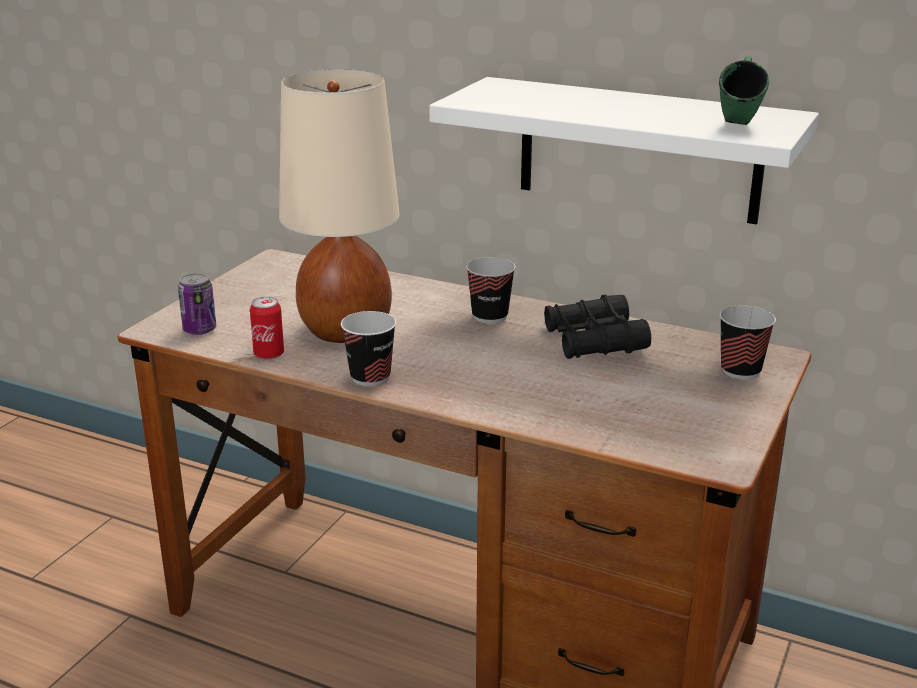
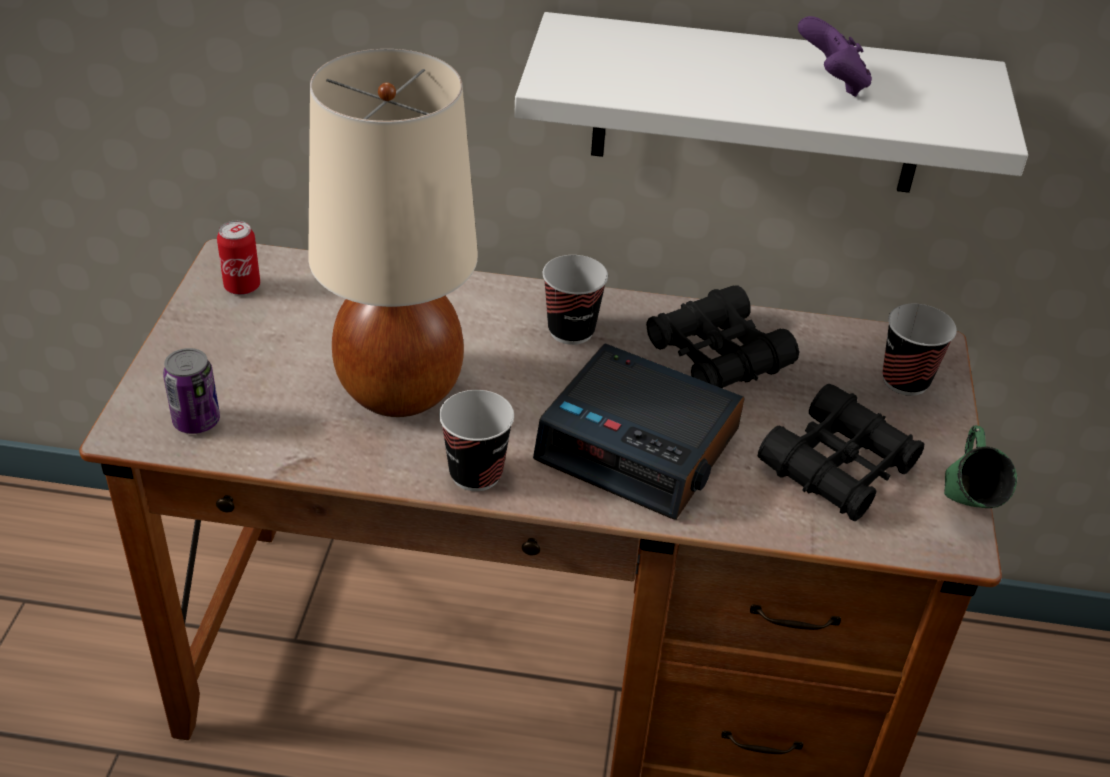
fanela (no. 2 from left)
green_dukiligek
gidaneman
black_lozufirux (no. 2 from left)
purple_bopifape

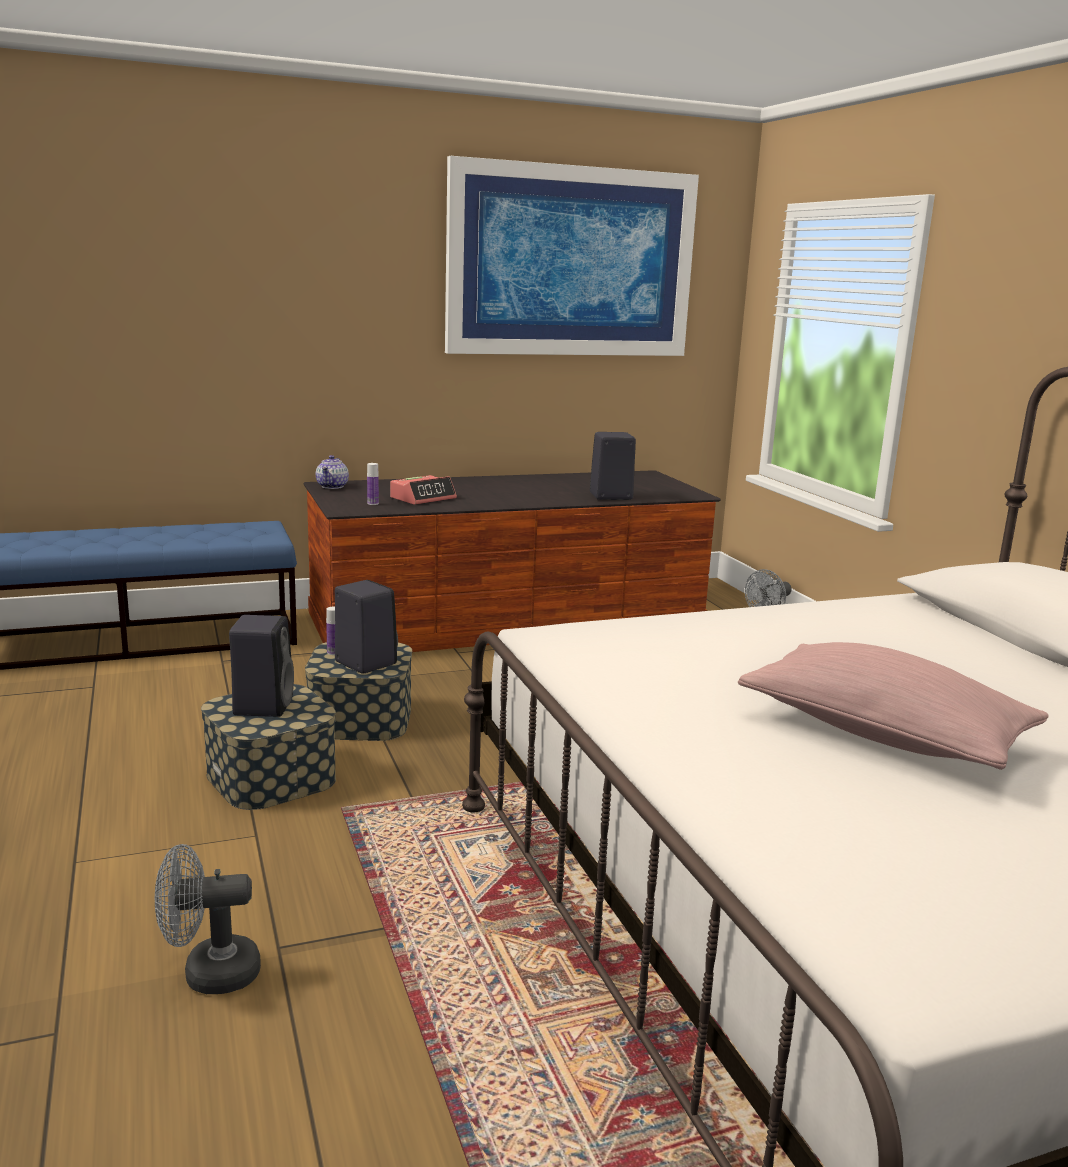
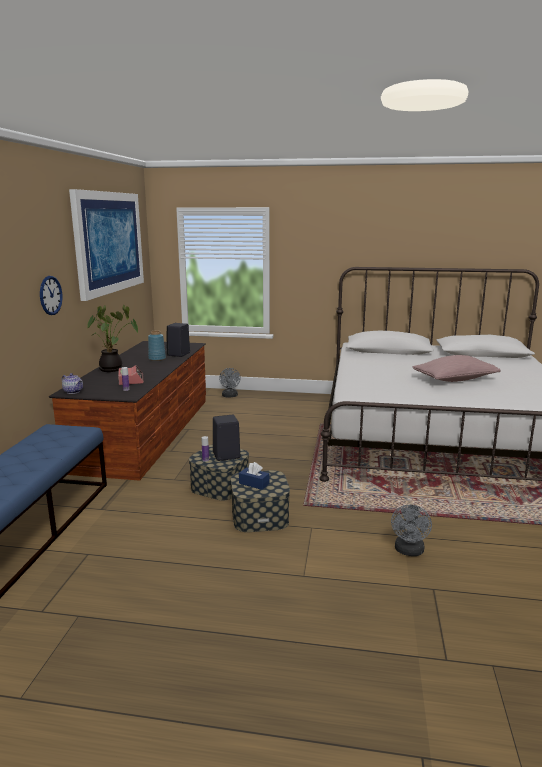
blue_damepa
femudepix
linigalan
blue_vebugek

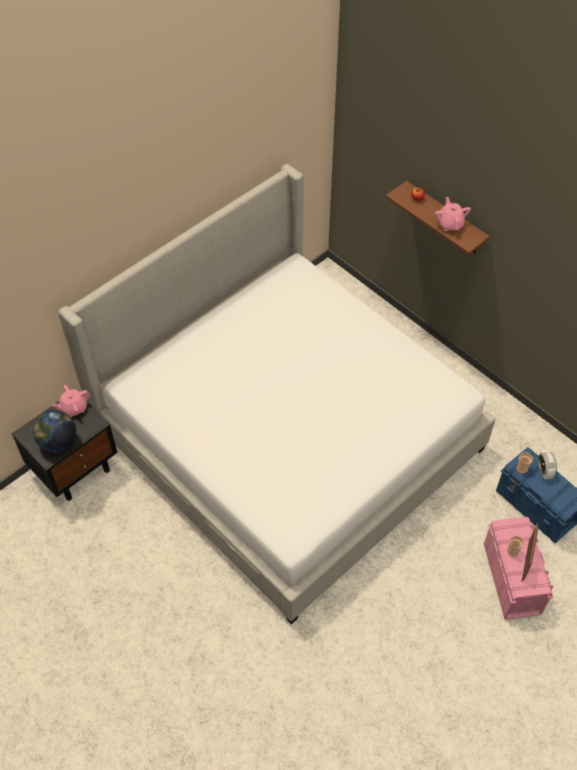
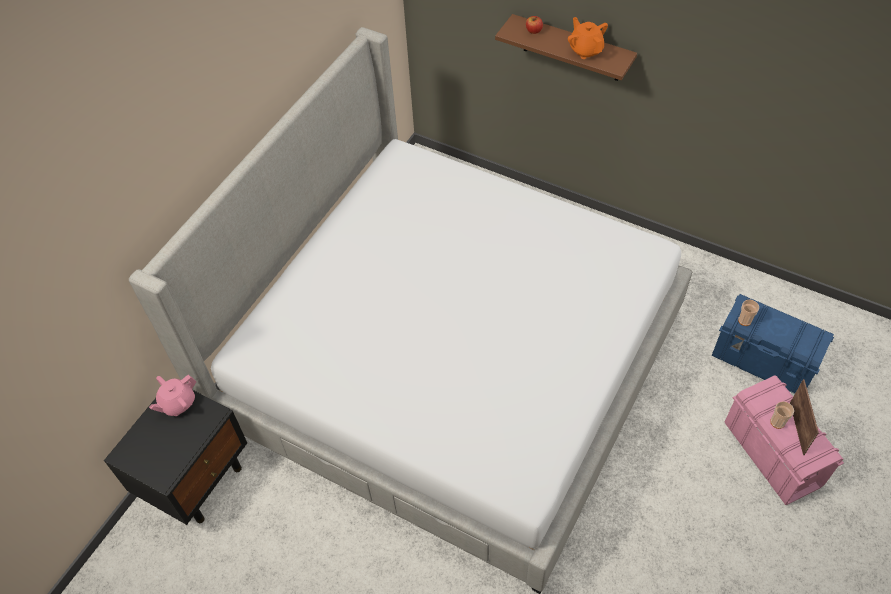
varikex
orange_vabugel
gidaneman

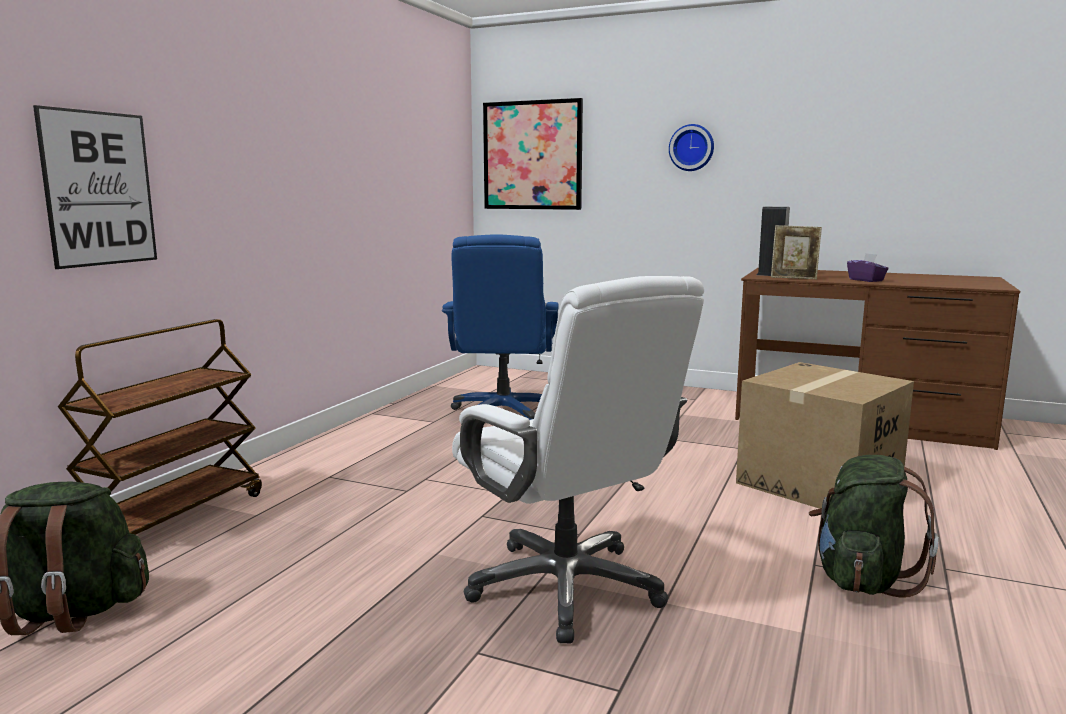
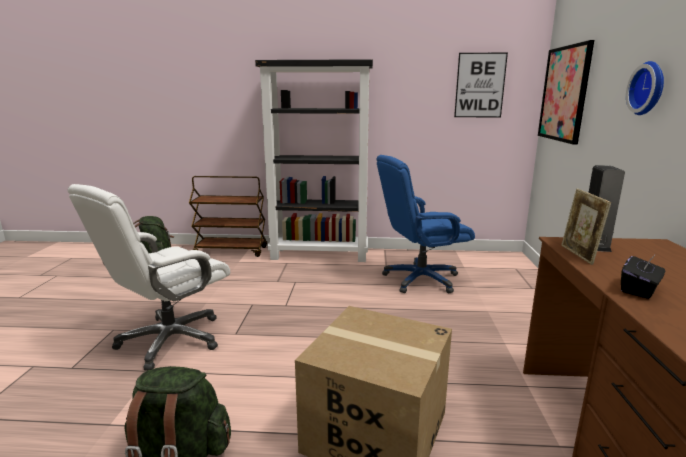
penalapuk (no. 1 from left)
black_damepa
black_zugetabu

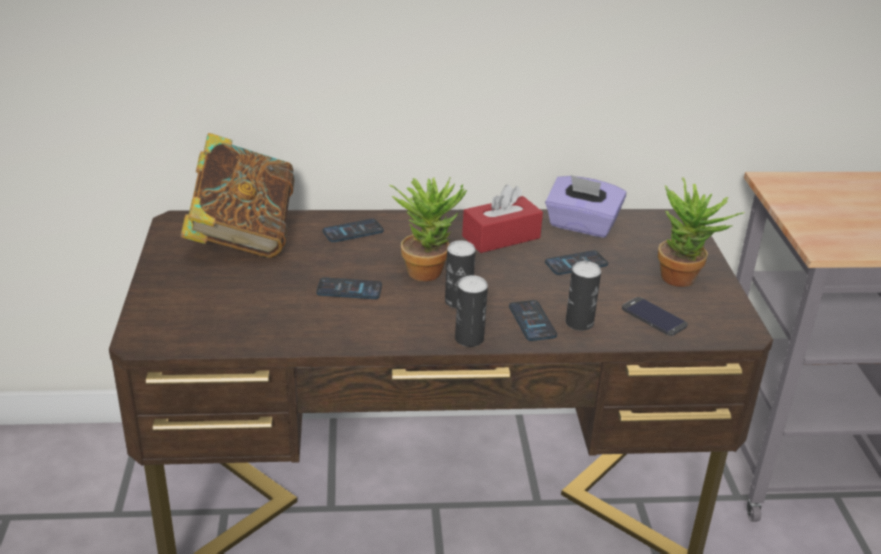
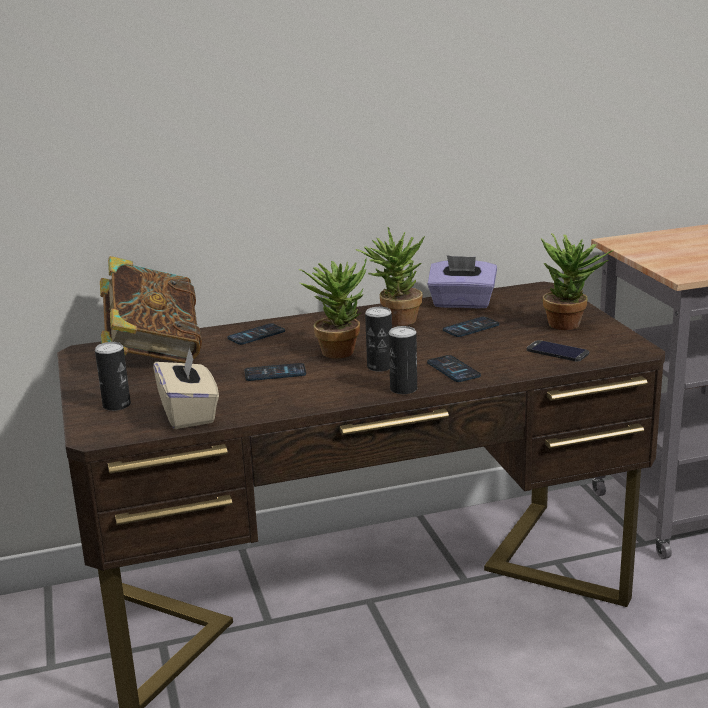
linigalan (no. 2 from left)
fanela (no. 1 from left)
beige_damepa

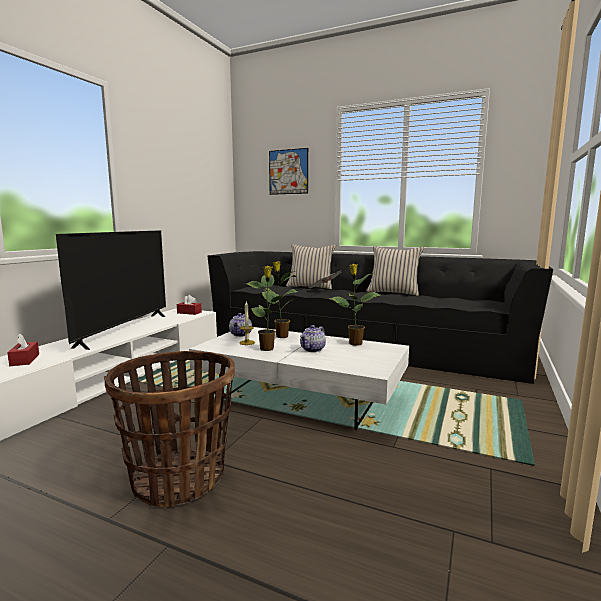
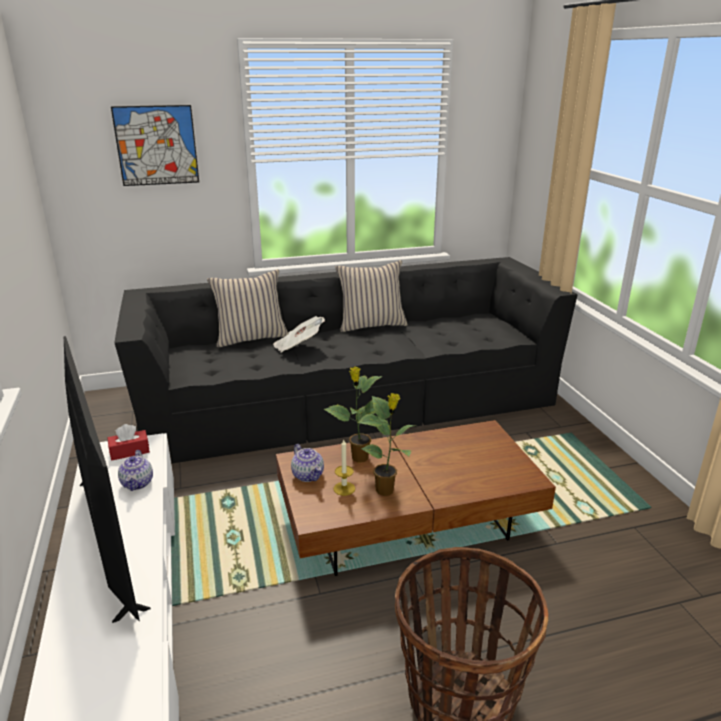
red_damepa (no. 1 from left in the first image)
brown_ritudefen
vabugel (no. 1 from left)
linigalan (no. 3 from left in the first image)

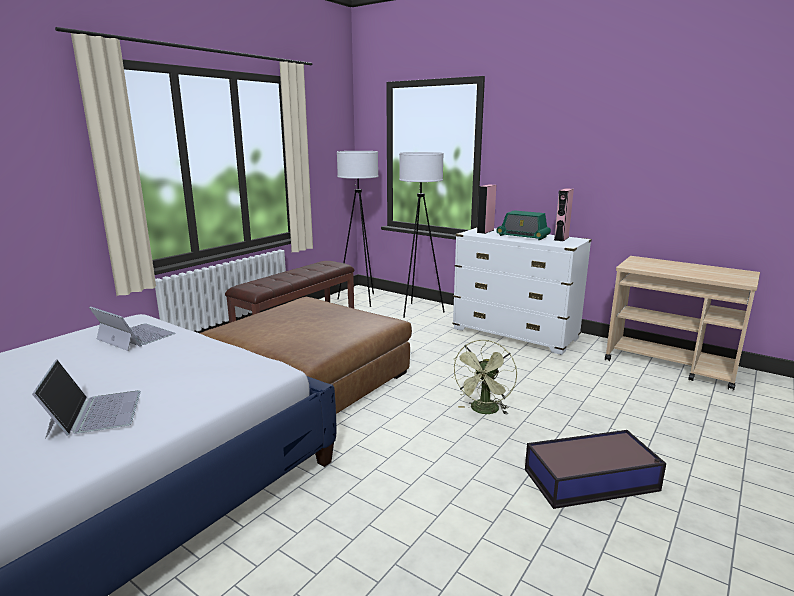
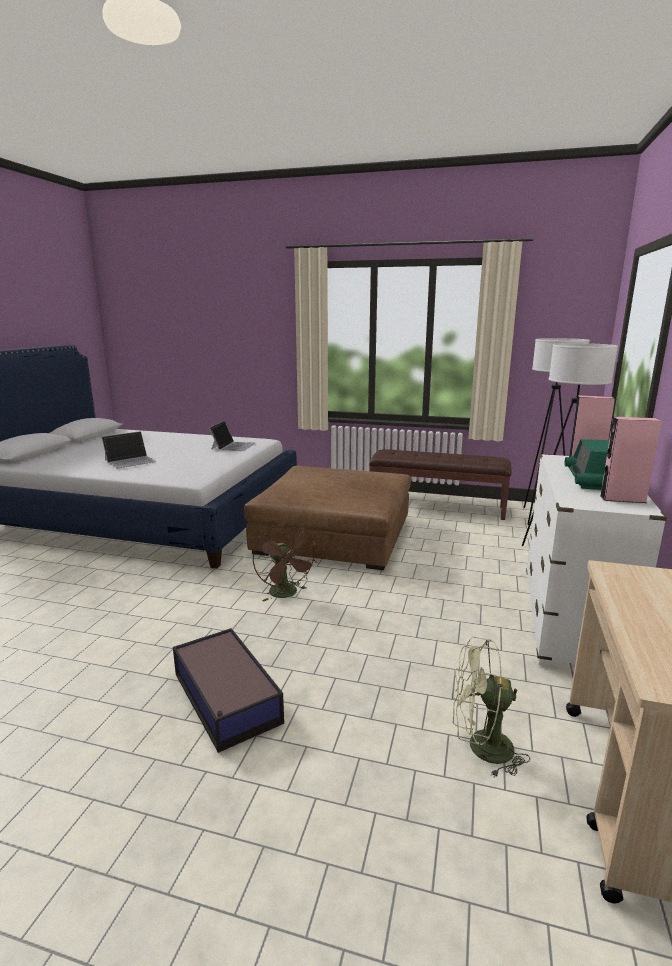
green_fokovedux
brown_fokovedux

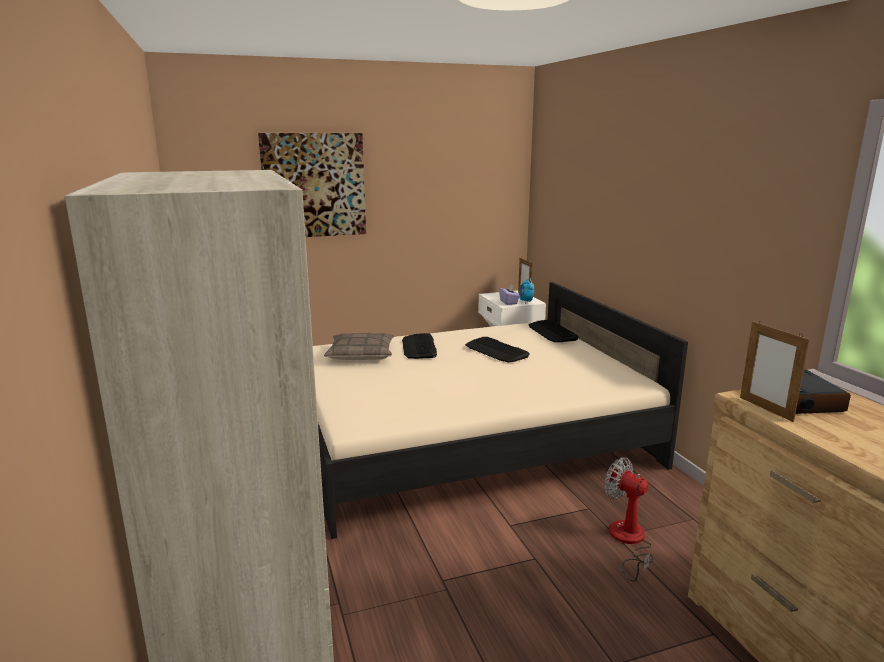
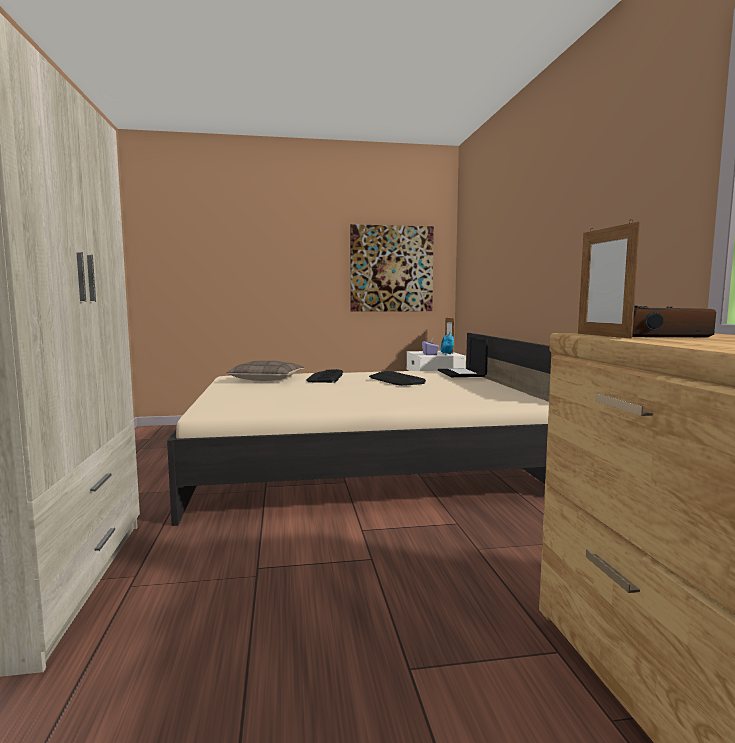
penalapuk
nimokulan
fokovedux

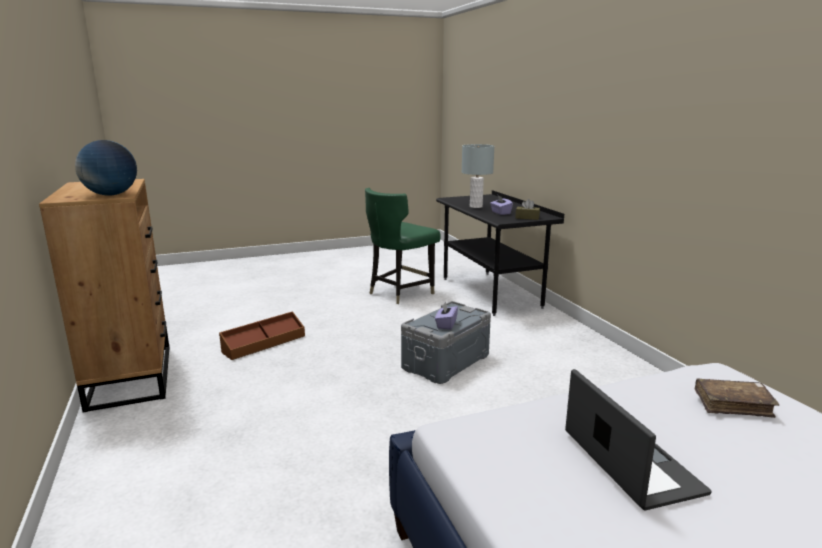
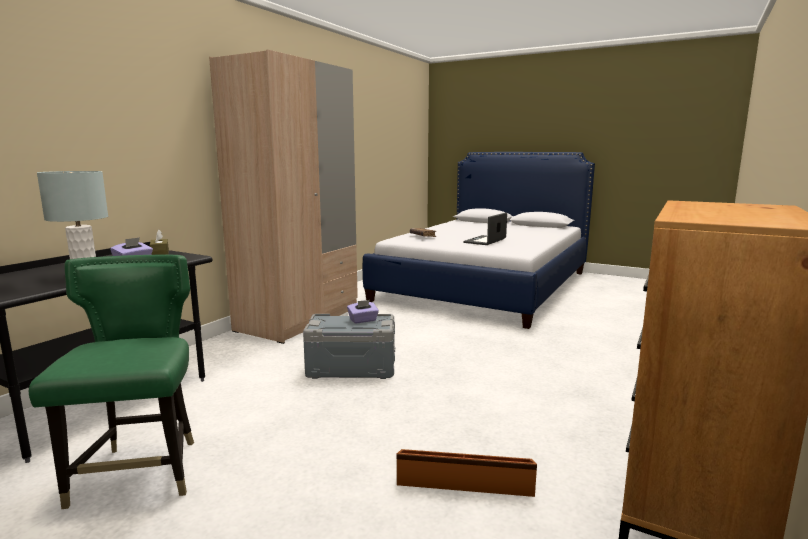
varikex
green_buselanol
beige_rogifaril

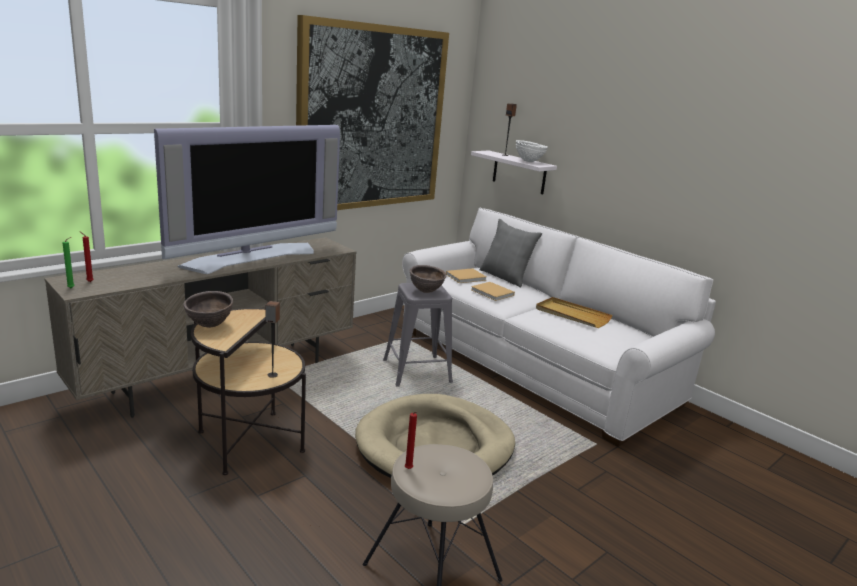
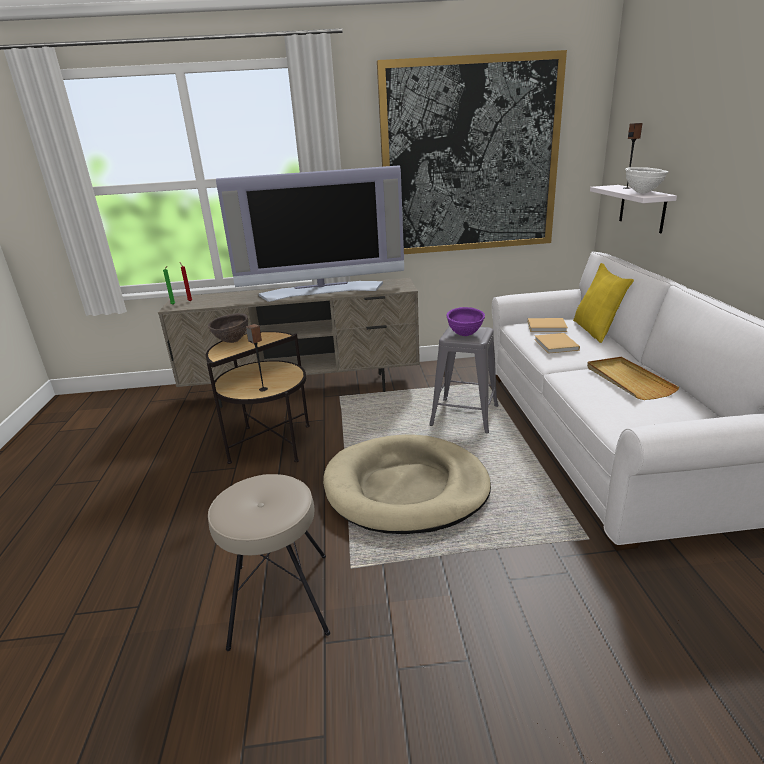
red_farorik (no. 2 from left in the first image)
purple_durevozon
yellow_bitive

